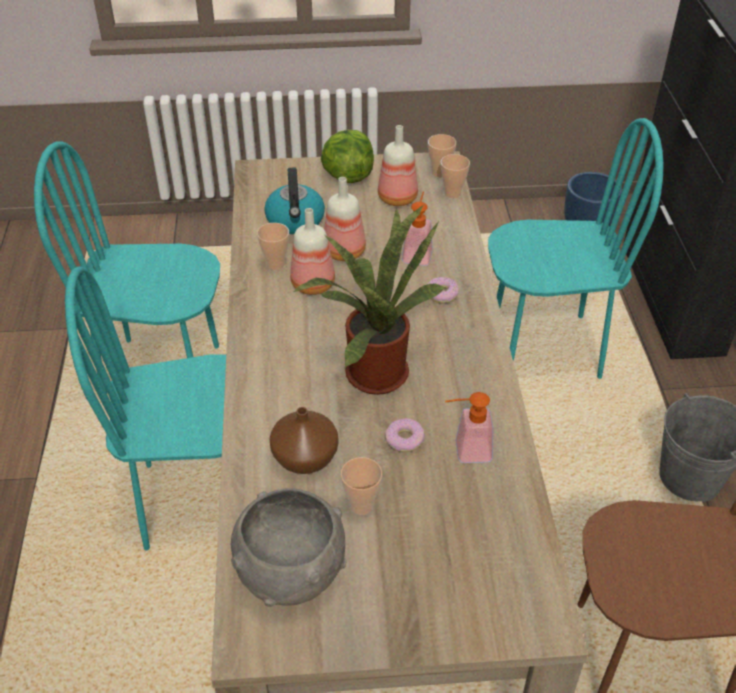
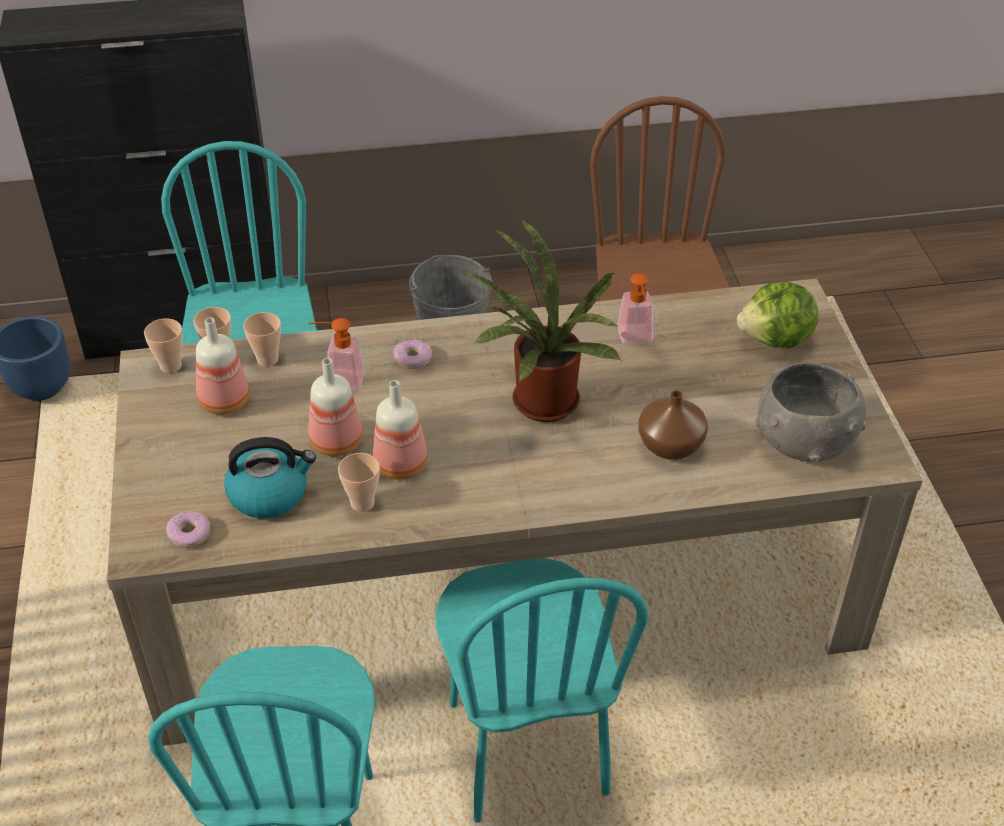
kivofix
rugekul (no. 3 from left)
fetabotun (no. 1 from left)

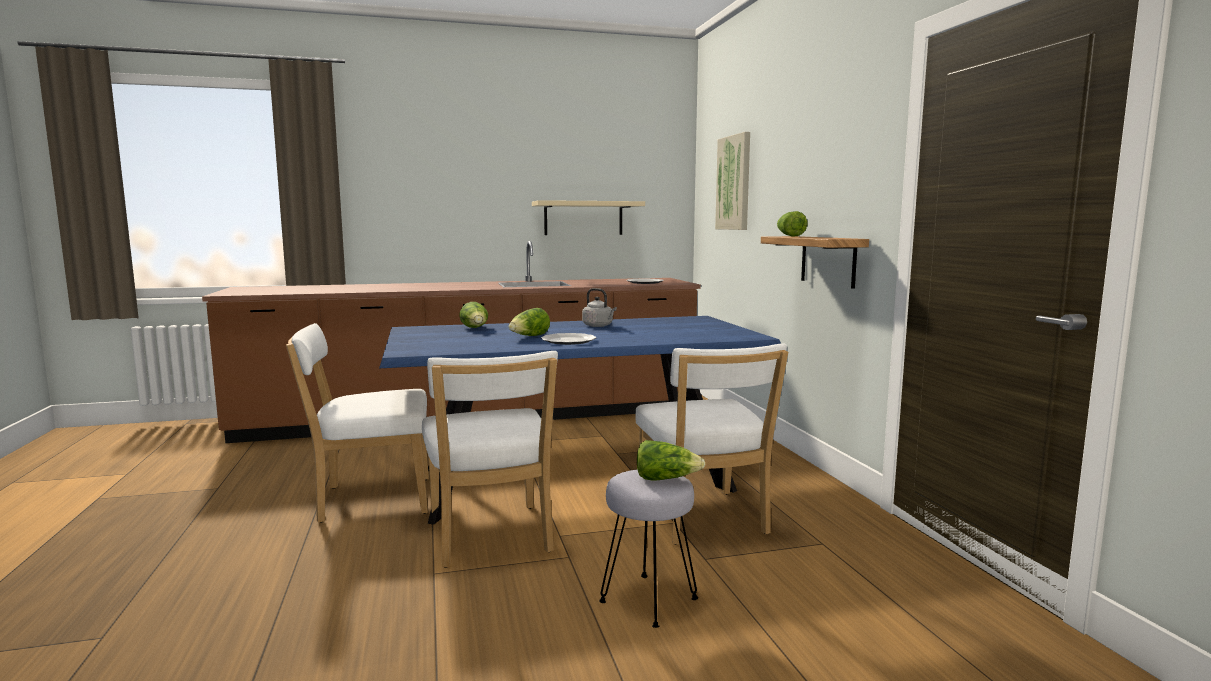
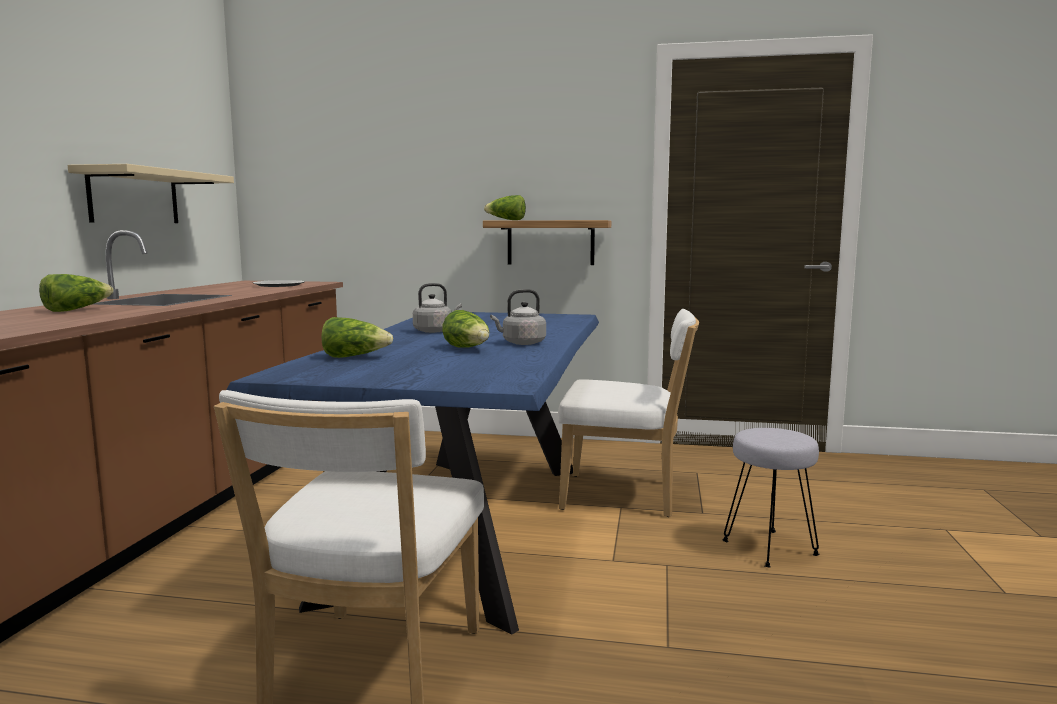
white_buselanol (no. 2 from left in the first image)
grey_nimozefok (no. 2 from left)
kivofix (no. 1 from left)
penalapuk

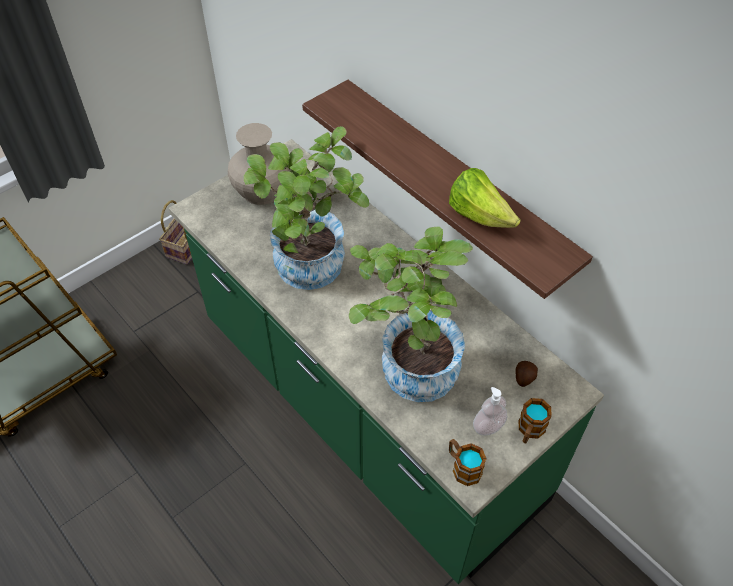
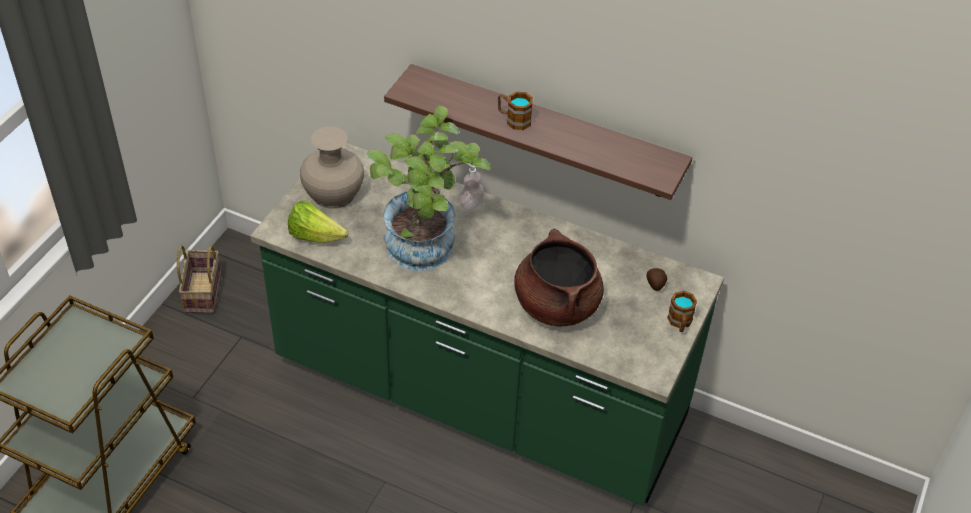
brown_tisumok
kivofix
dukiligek (no. 1 from left)
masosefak

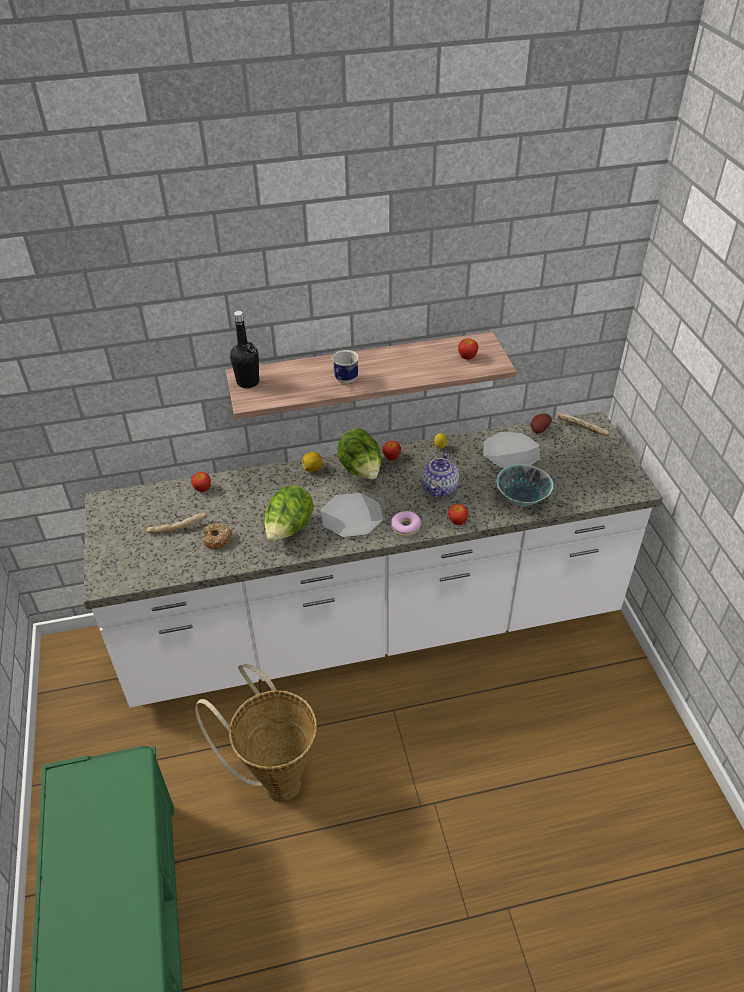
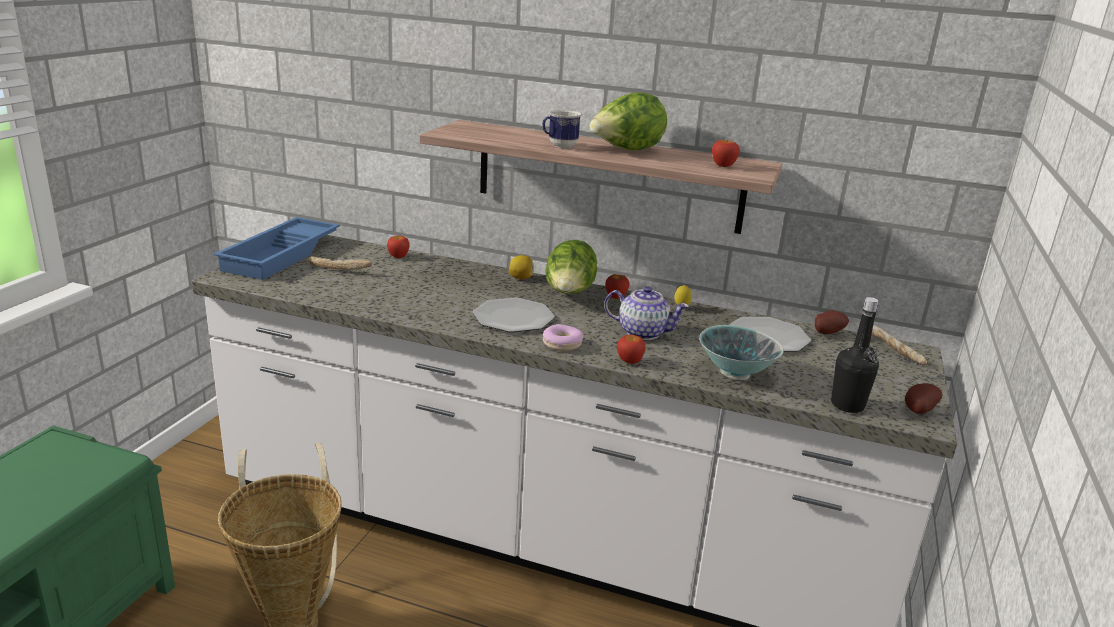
fetabotun (no. 1 from left in the first image)
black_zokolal
kivofix (no. 2 from left)
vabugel
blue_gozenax
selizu (no. 2 from left)

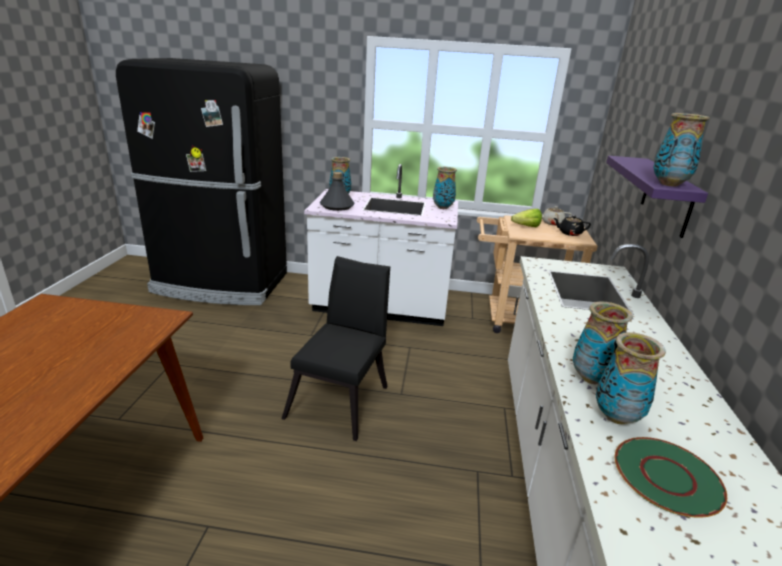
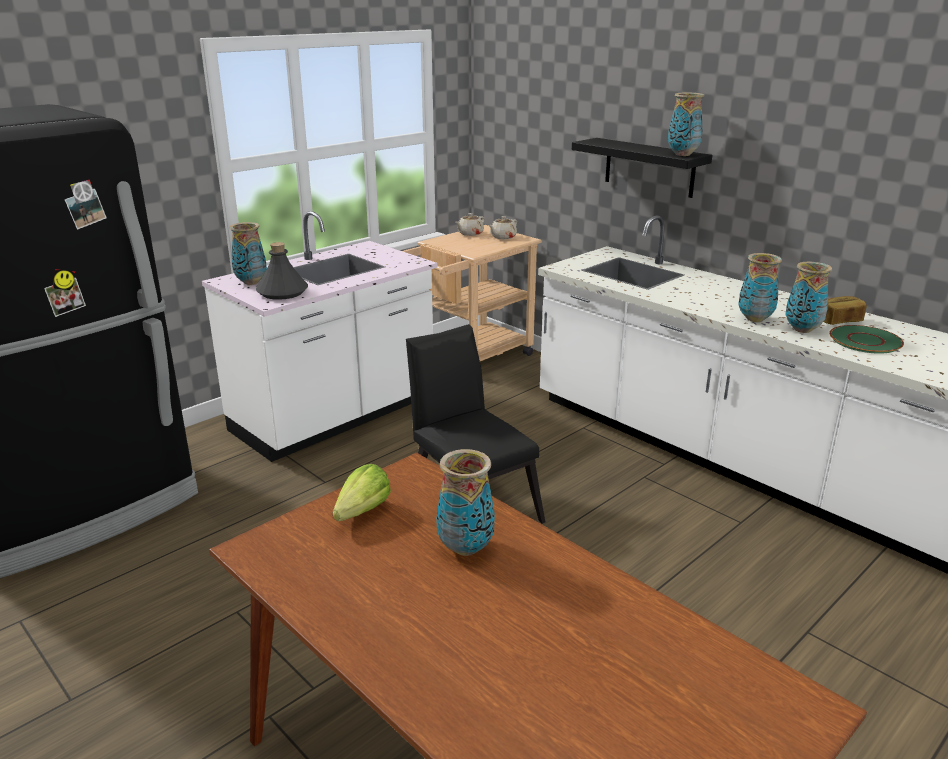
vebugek (no. 2 from left)
kivofix
beige_vabugel (no. 2 from left)
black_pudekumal
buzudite

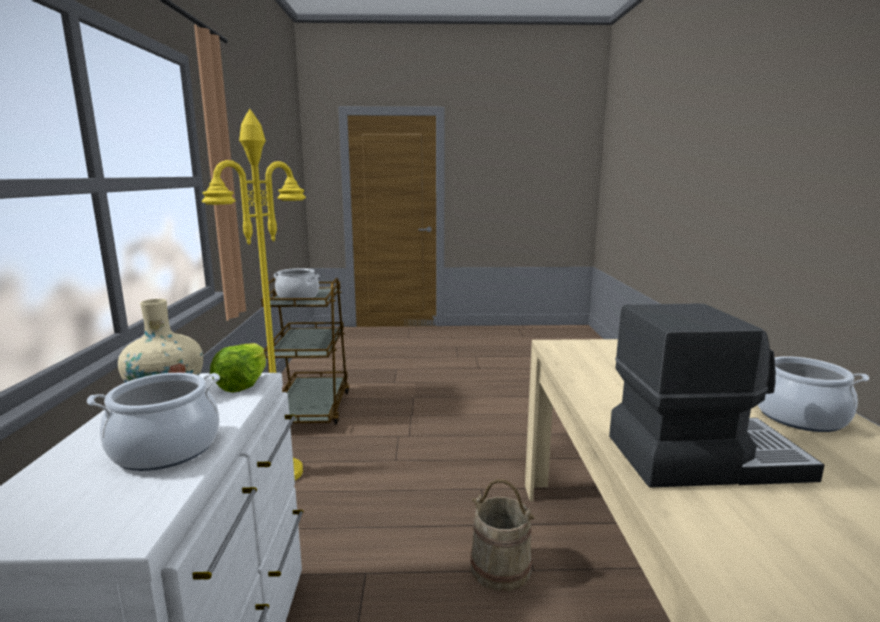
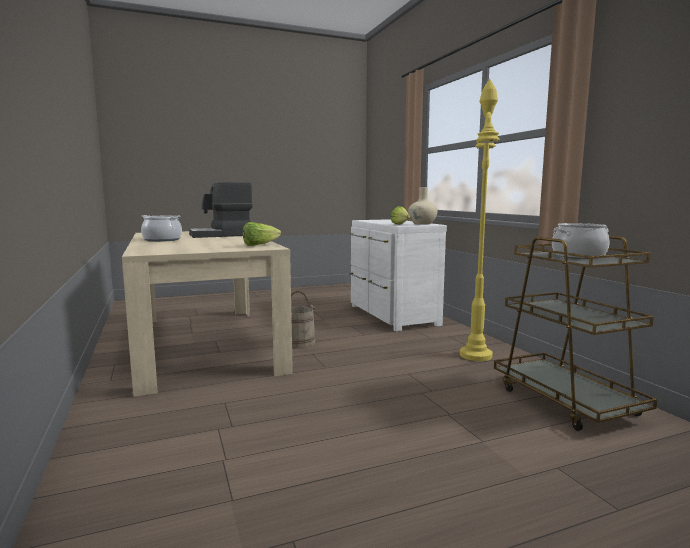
tisumok (no. 1 from left in the first image)
kivofix (no. 1 from left)

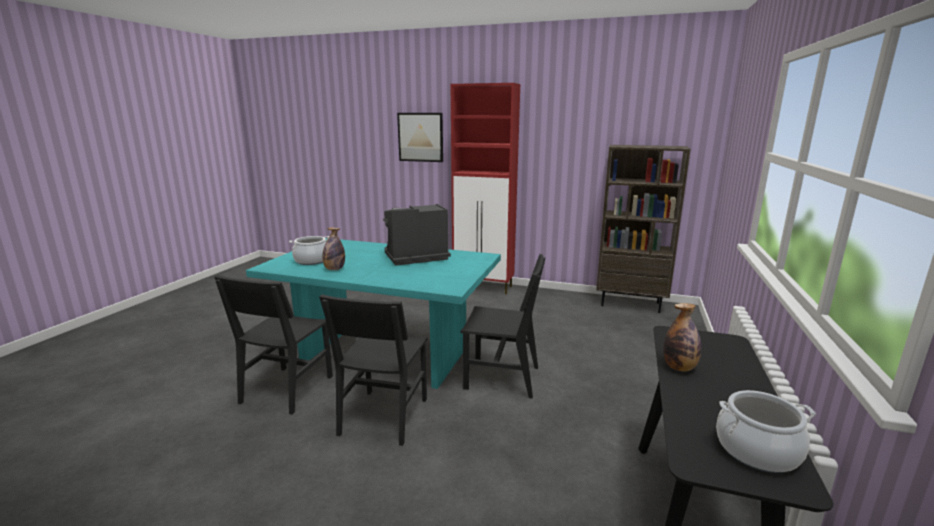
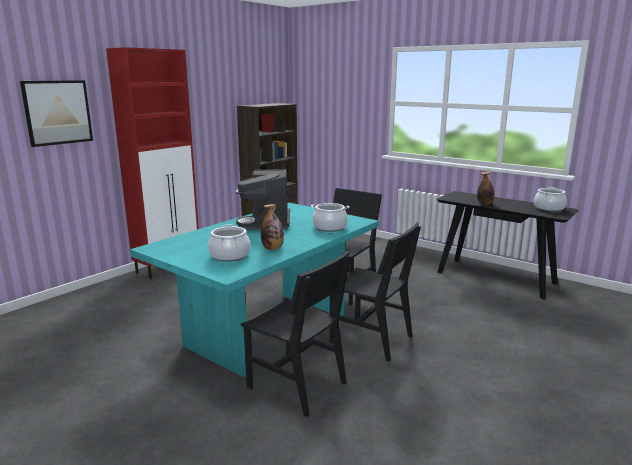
tisumok (no. 2 from left)

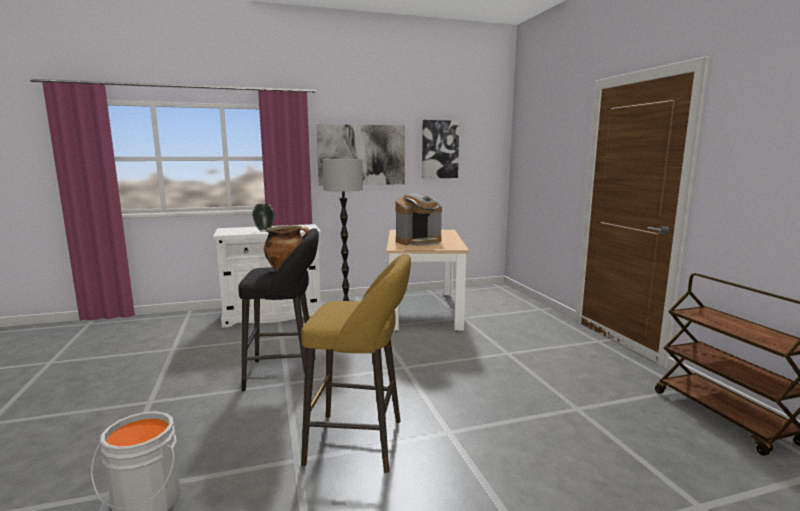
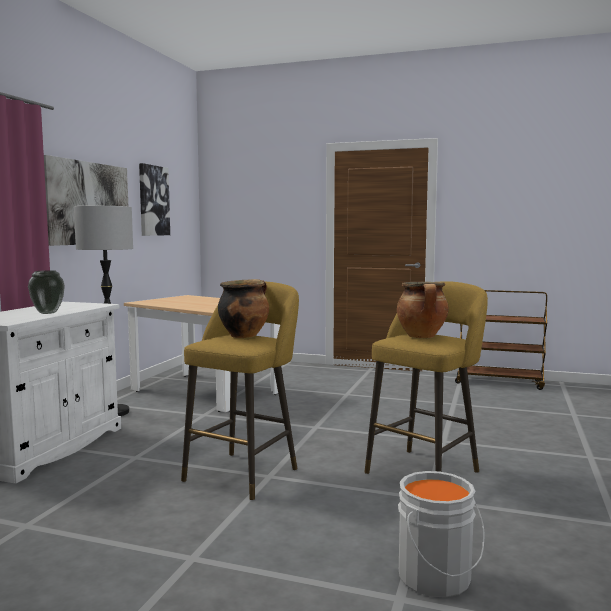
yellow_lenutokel (no. 1 from left)
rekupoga
tisumok (no. 2 from left)

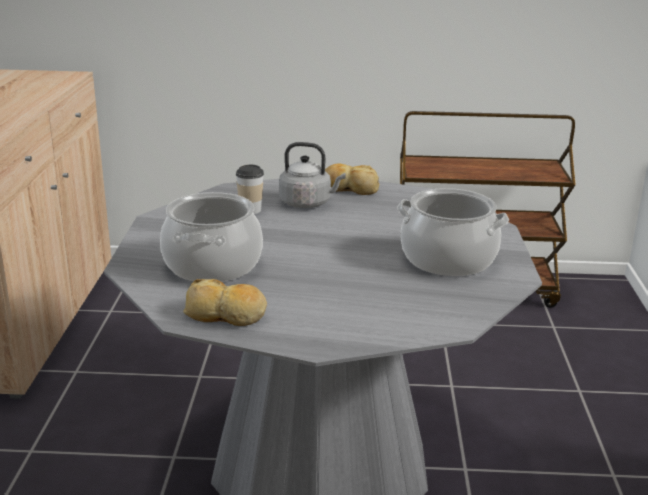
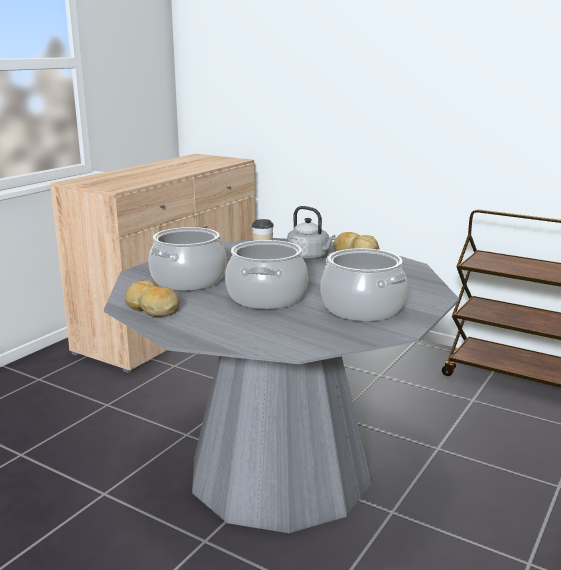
tisumok (no. 2 from left)

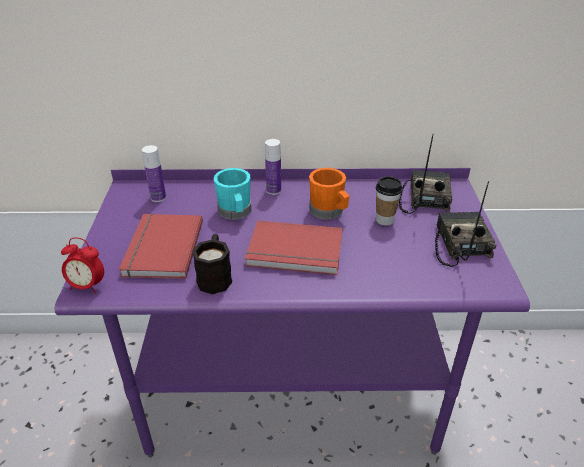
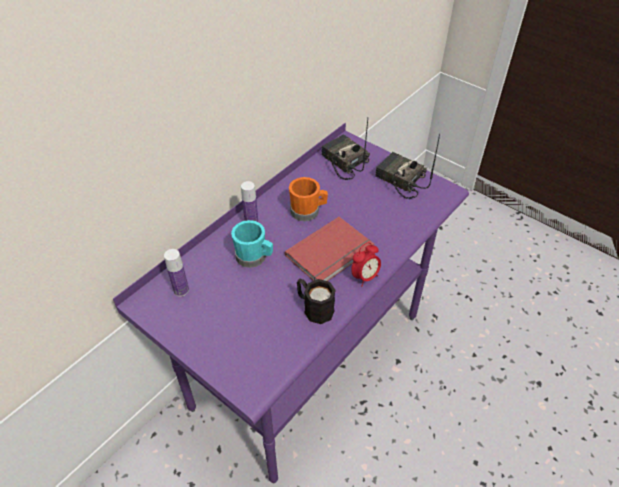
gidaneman
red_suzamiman (no. 1 from left in the first image)
rugekul

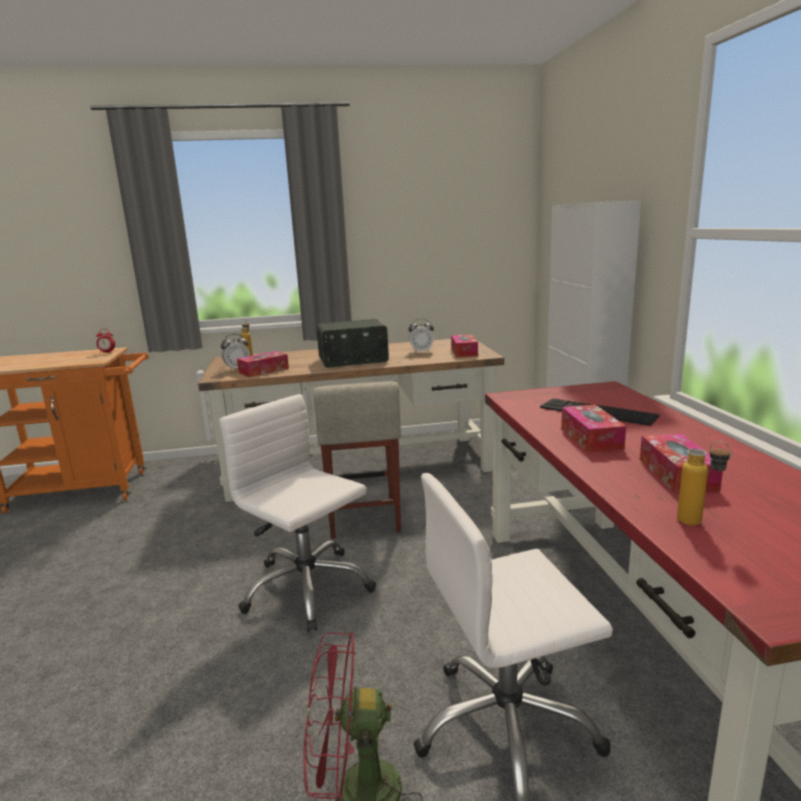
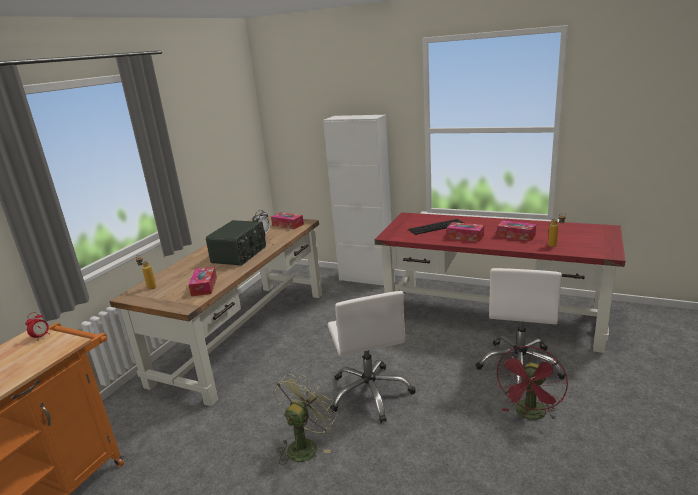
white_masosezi (no. 1 from left)
gidaneman (no. 2 from left in the first image)
beige_lenutokel
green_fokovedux

